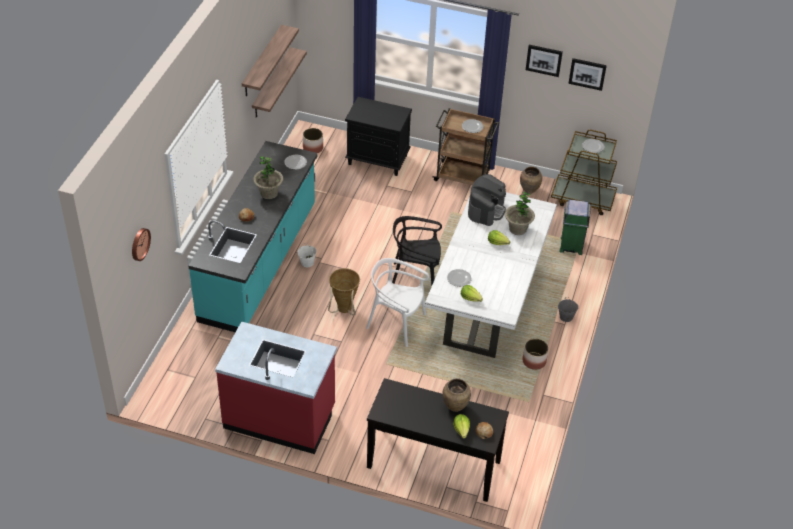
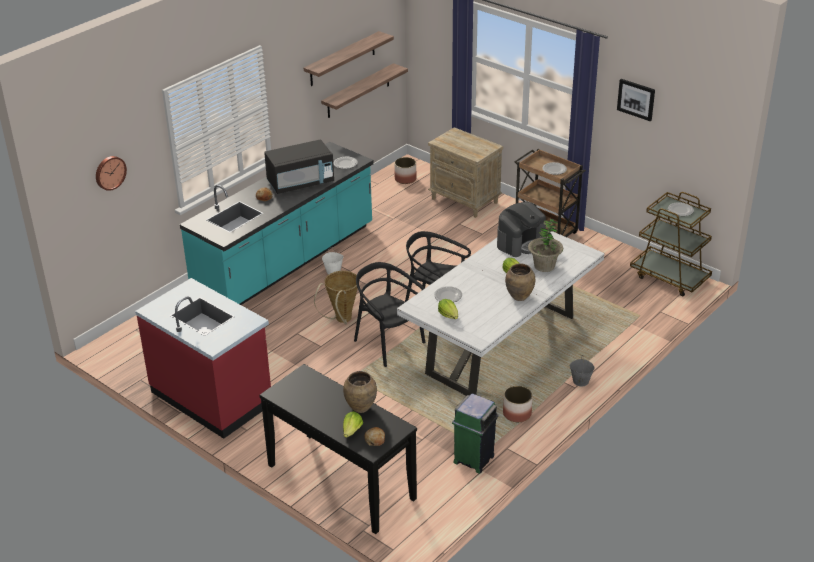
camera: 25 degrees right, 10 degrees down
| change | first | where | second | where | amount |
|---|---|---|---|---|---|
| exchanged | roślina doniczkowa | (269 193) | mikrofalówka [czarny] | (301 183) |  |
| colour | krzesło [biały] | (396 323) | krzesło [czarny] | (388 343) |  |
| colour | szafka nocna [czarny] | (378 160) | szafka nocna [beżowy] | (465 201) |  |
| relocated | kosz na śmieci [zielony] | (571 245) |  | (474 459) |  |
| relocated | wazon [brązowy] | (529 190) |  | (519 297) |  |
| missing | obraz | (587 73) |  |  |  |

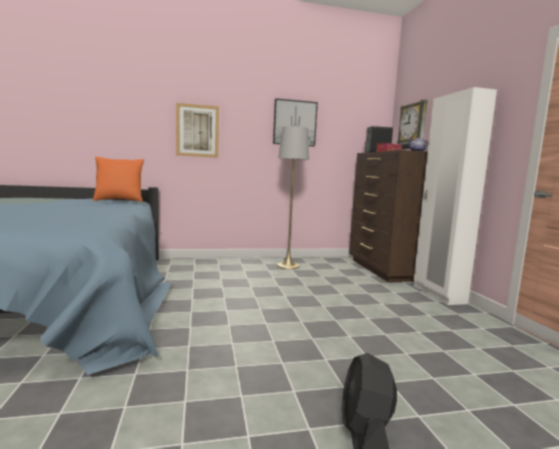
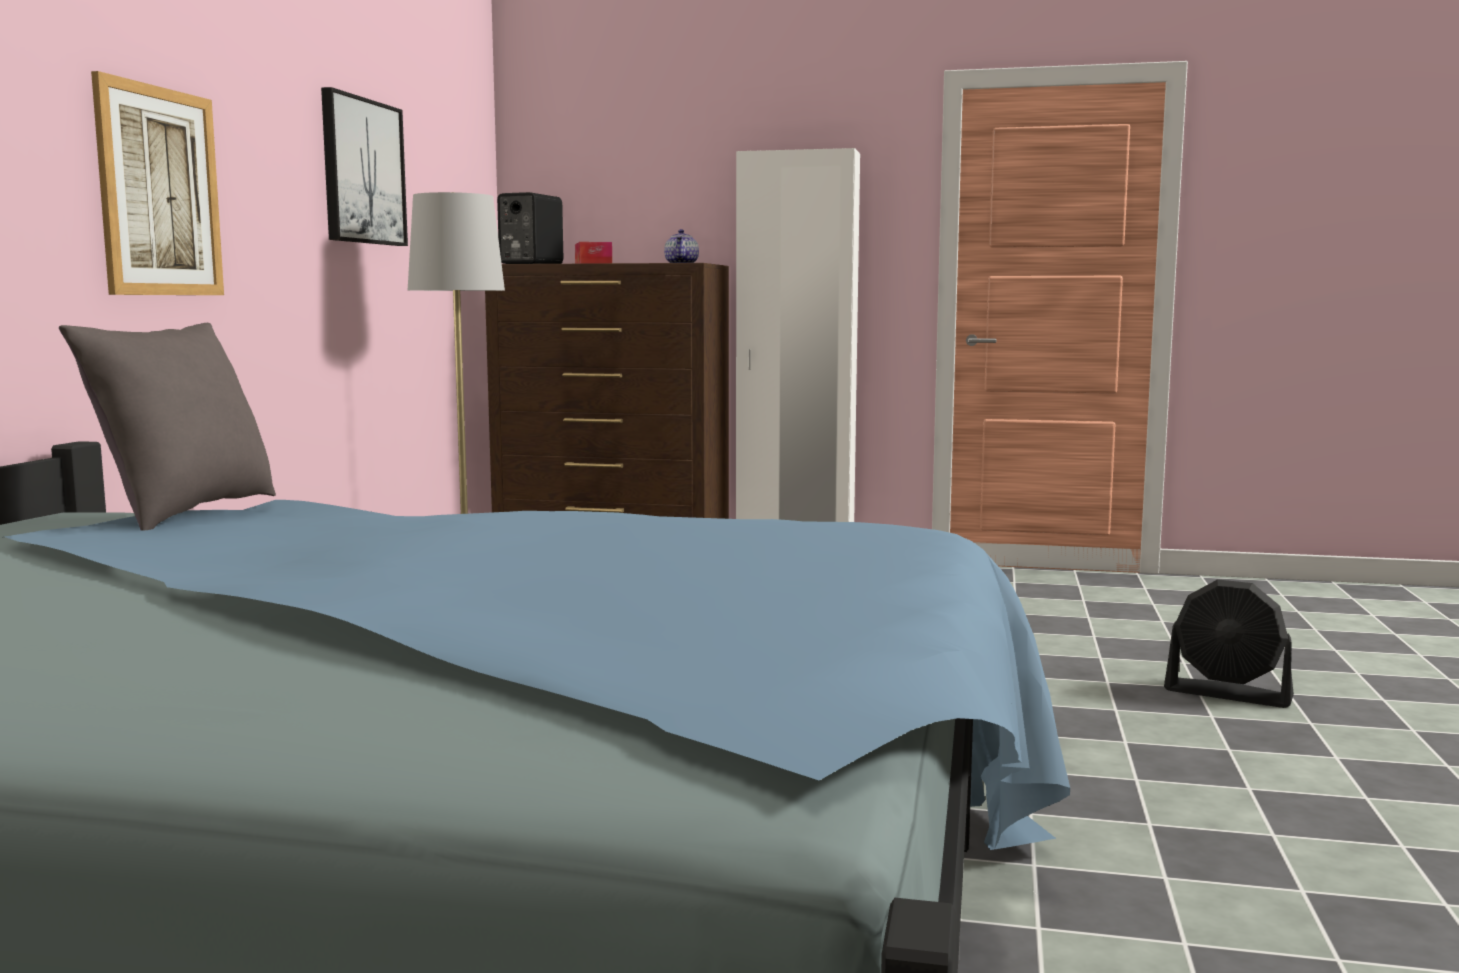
camera: 65 degrees left, 0 degrees up
| change | first | where | second | where | amount |
|---|---|---|---|---|---|
| colour | poduszka [pomarańczowy] | (119 201) | poduszka [szary] | (184 514) |  |
| missing | zegar ścienny | (413 126) |  |  |  |

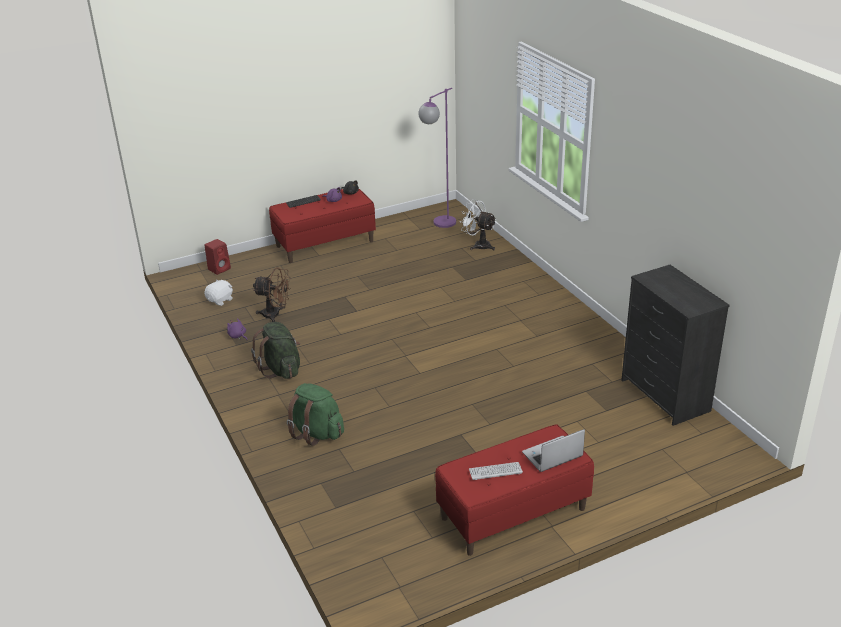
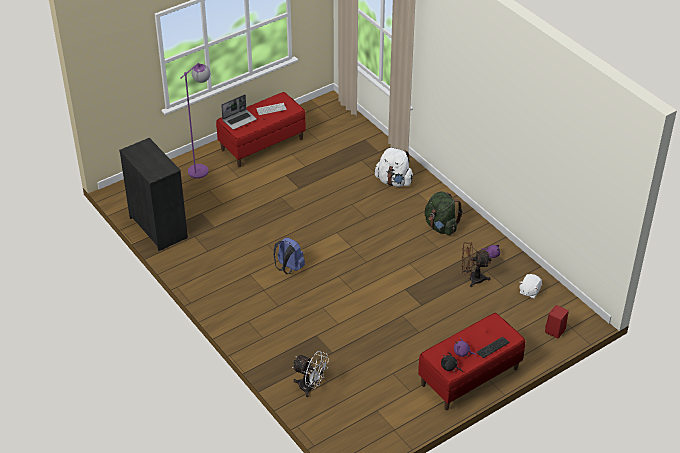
camera: 170 degrees right, 10 degrees up
| change | first | where | second | where | amount |
|---|---|---|---|---|---|
| relocated | lampa stojąca [fioletowy] | (439 225) |  | (202 167) |  |
| appeared |  |  | plecak [niebieski] | (288 268) |  |
| colour | plecak [zielony] | (317 433) | plecak [biały] | (394 181) |  |

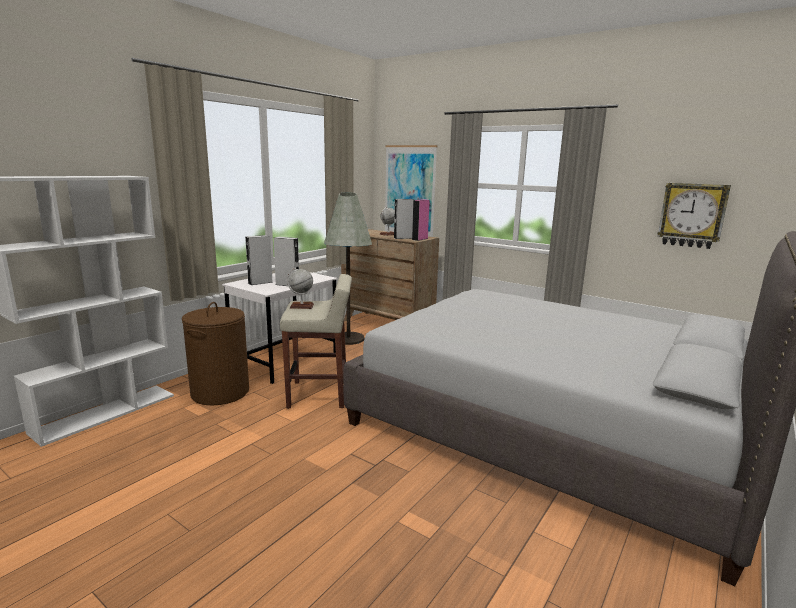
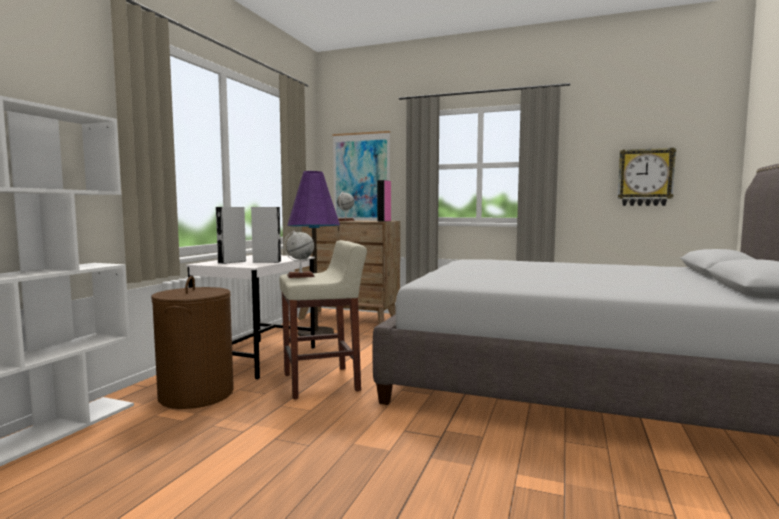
camera: 15 degrees left, 10 degrees down
| change | first | where | second | where | amount |
|---|---|---|---|---|---|
| colour | lampa stojąca [szary] | (348 339) | lampa stojąca [fioletowy] | (315 333) |  |
| missing | głośnik [szary] | (403 238) |  |  |  |

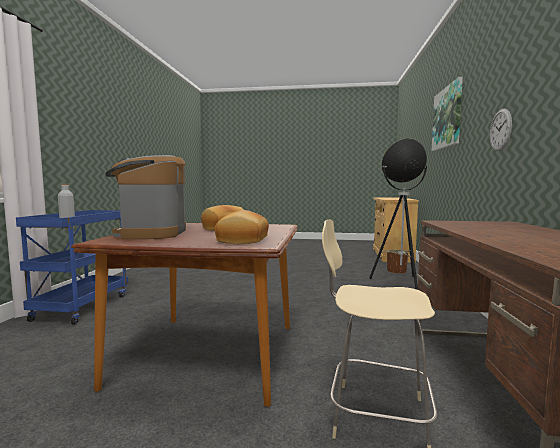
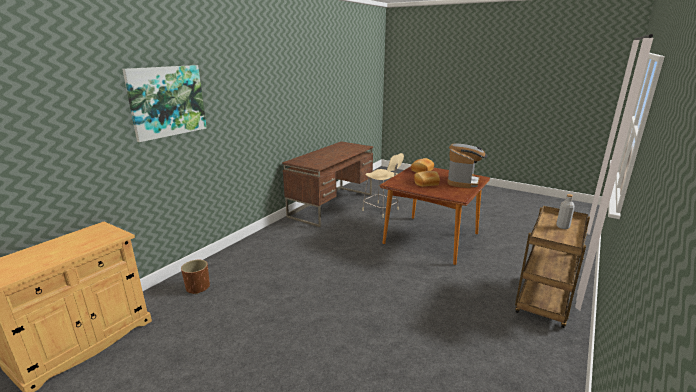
camera: 155 degrees left, 15 degrees up
| change | first | where | second | where | amount |
|---|---|---|---|---|---|
| colour | wózek [niebieski] | (82 306) | wózek [brązowy] | (544 303) |  |
| missing | lampa stojąca | (400 282) |  |  |  |
| missing | zegar ścienny | (500 130) |  |  |  |

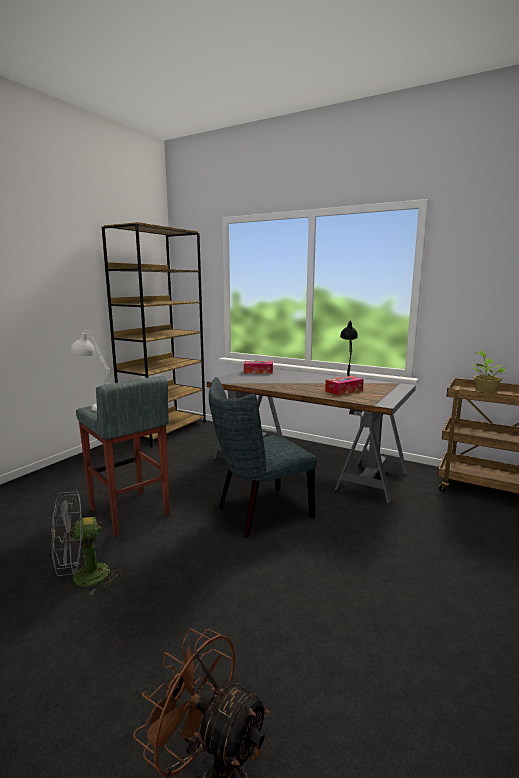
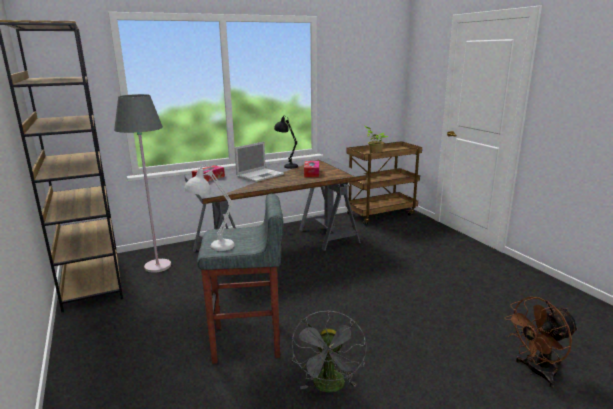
camera: 55 degrees left, 5 degrees up
| change | first | where | second | where | amount |
|---|---|---|---|---|---|
| appeared |  |  | lampa stojąca [szary] | (157 266) |  |
| appeared |  |  | laptop | (260 175) |  |
| missing | krzesło [szary] | (259 513) |  |  |  |

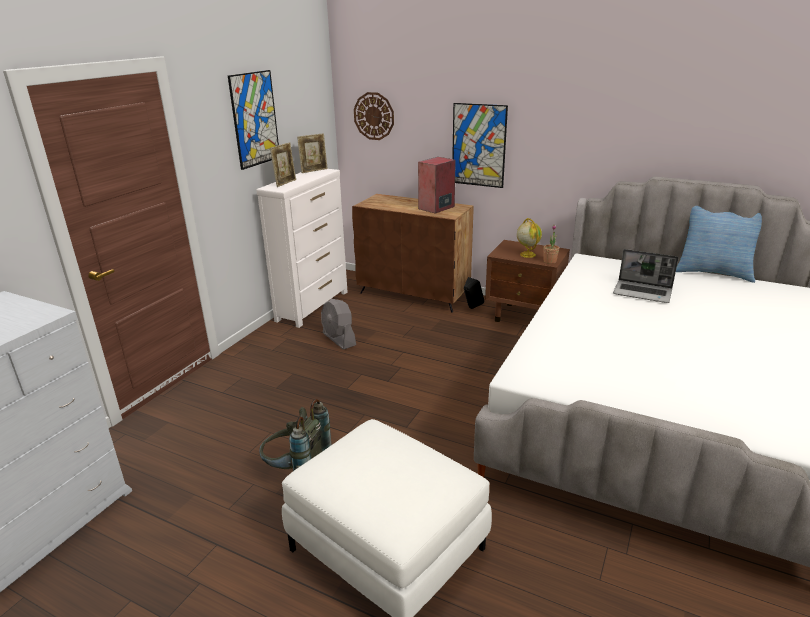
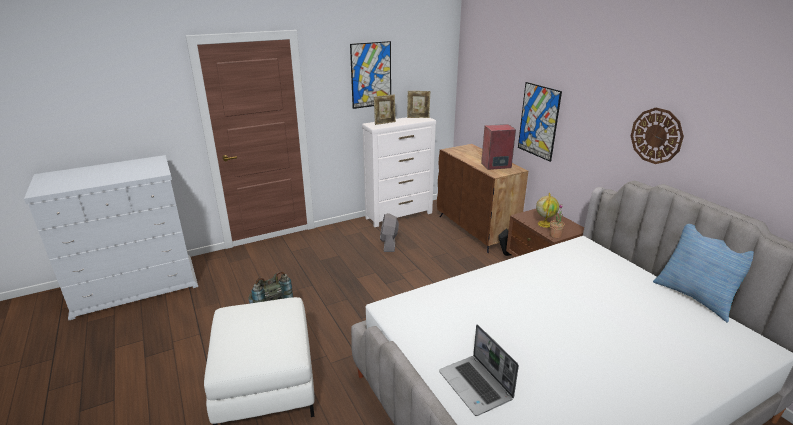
camera: 35 degrees right, 0 degrees up
| change | first | where | second | where | amount |
|---|---|---|---|---|---|
| relocated | laptop | (643 293) |  | (476 386) |  |
| relocated | zegar ścienny | (374 116) |  | (656 136) |  |

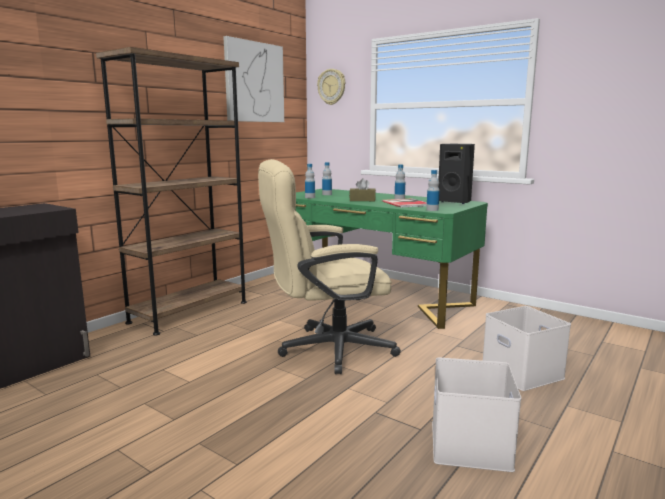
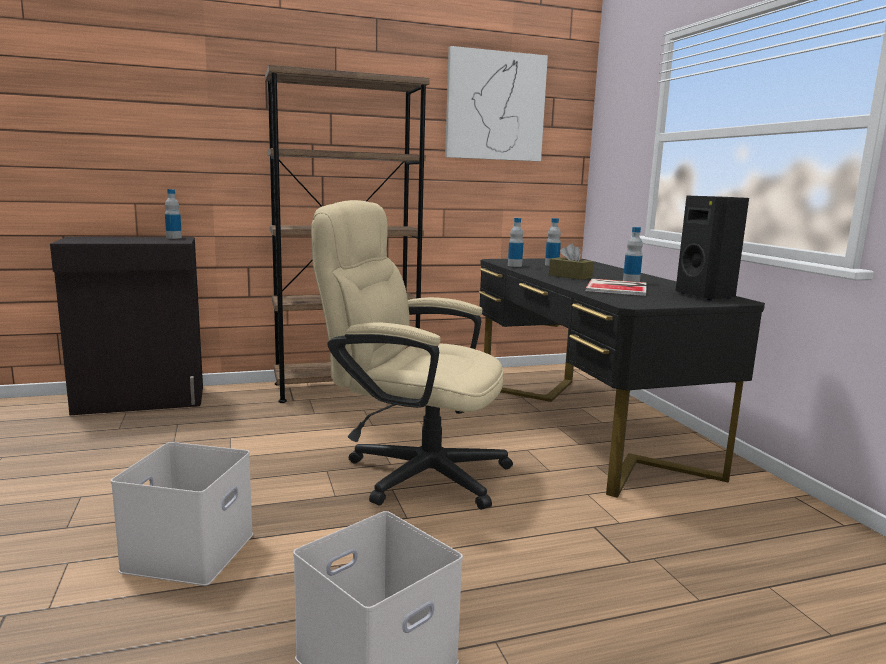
camera: 35 degrees right, 0 degrees up
| change | first | where | second | where | amount |
|---|---|---|---|---|---|
| relocated | pojemnik do przechowywania [biały] | (524 372) |  | (190 553) |  |
| relocated | butelka | (432 210) |  | (174 237) |  |
| colour | biurko [zielony] | (373 297) | biurko [czarny] | (584 426) |  |
| missing | zegar ścienny | (331 87) |  |  |  |

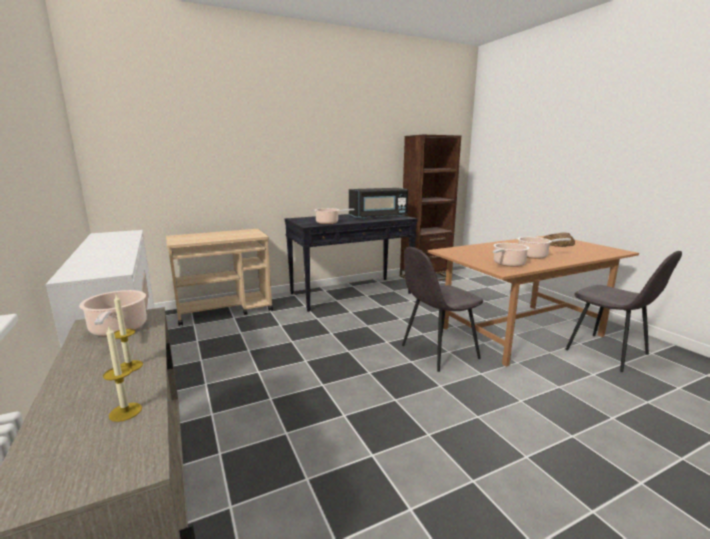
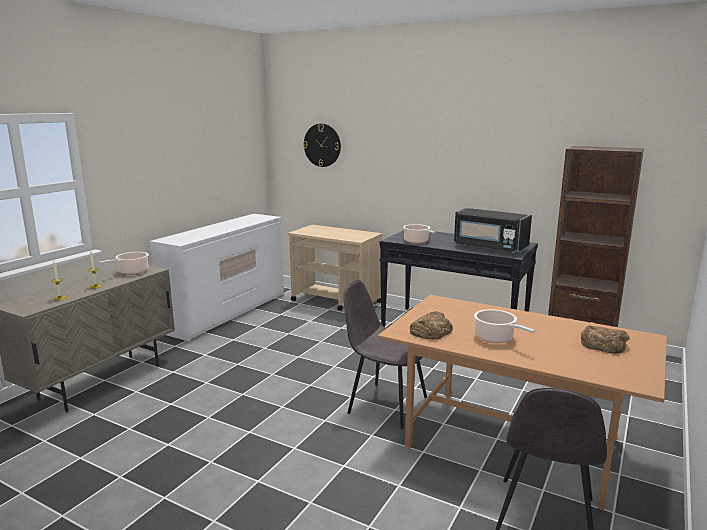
camera: 55 degrees right, 0 degrees up
| change | first | where | second | where | amount |
|---|---|---|---|---|---|
| appeared |  |  | zegar ścienny | (322 145) |  |
| exchanged | garnek | (508 264) | chleb | (431 331) |  |

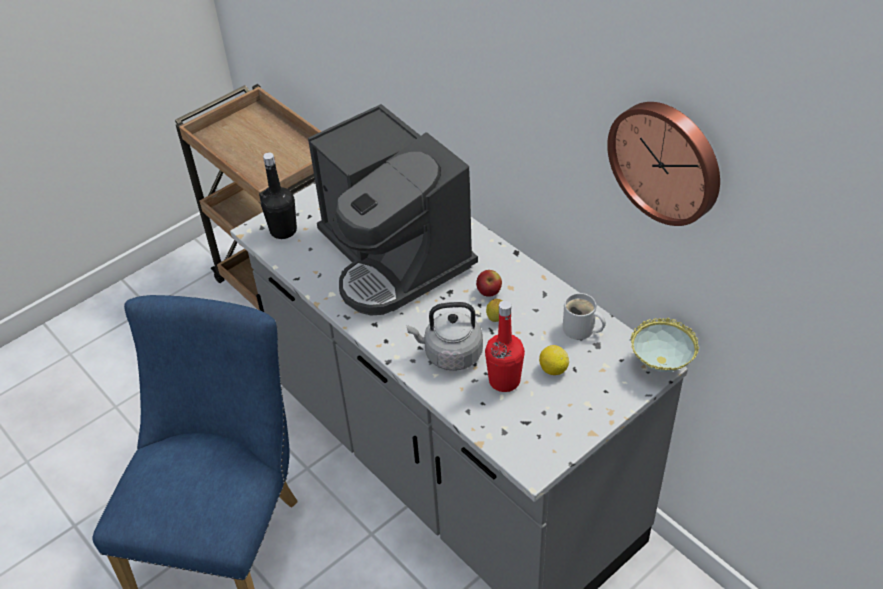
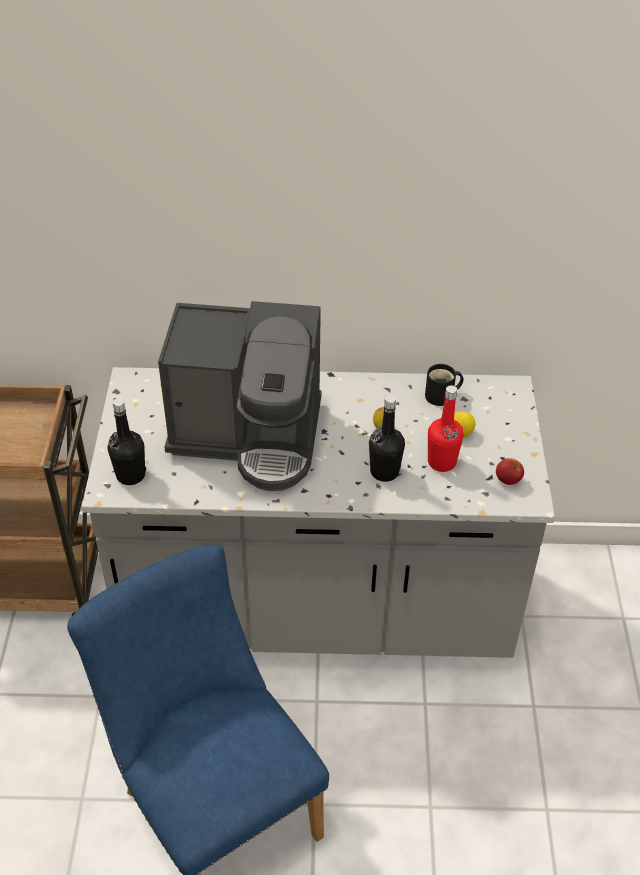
camera: 50 degrees left, 0 degrees up
| change | first | where | second | where | amount |
|---|---|---|---|---|---|
| exchanged | czajnik [szary] | (450 354) | butelka [czarny] | (384 471) |  |
| colour | kubek [biały] | (581 330) | kubek [czarny] | (442 396) |  |
| relocated | jabłko | (489 292) |  | (508 480) |  |
| missing | zegar ścienny | (667 161) |  |  |  |
| missing | miska | (660 365) |  |  |  |

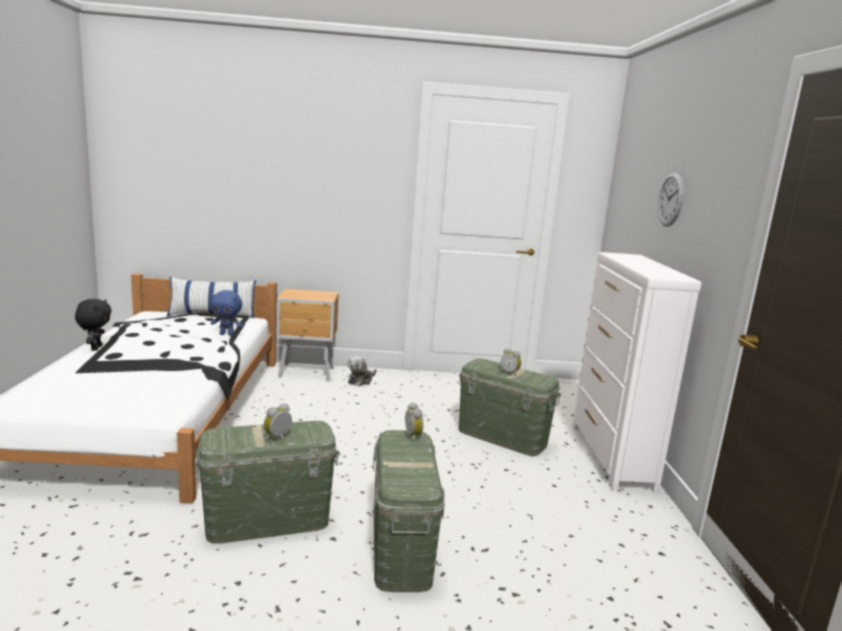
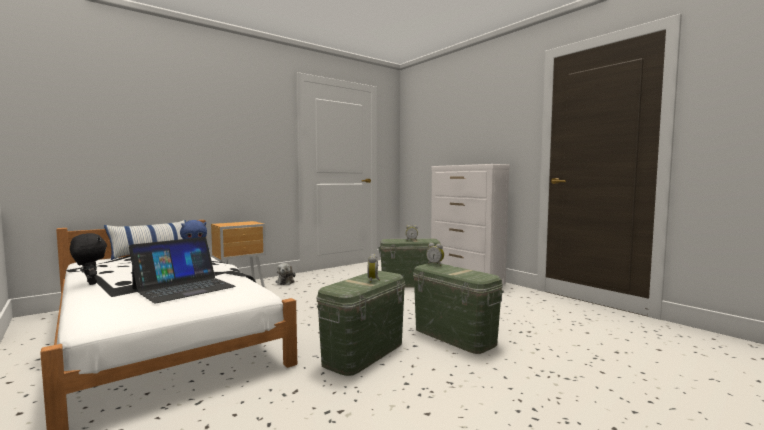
camera: 35 degrees left, 10 degrees down
| change | first | where | second | where | amount |
|---|---|---|---|---|---|
| appeared |  |  | laptop | (184 287) |  |
| missing | zegar ścienny | (670 199) |  |  |  |

